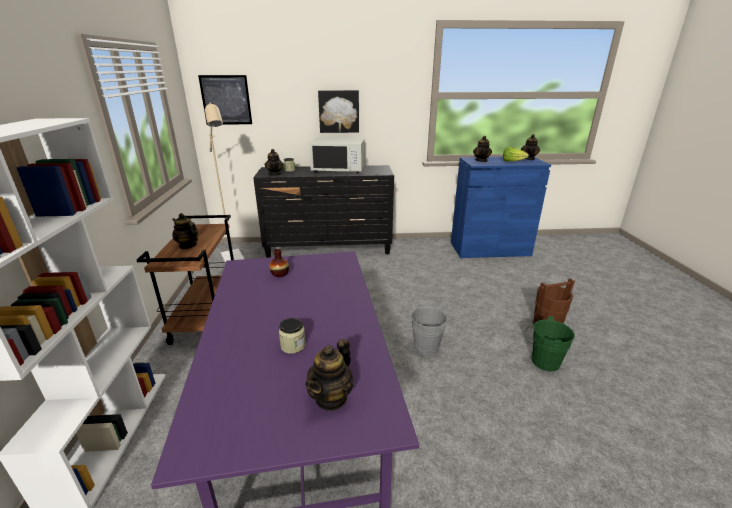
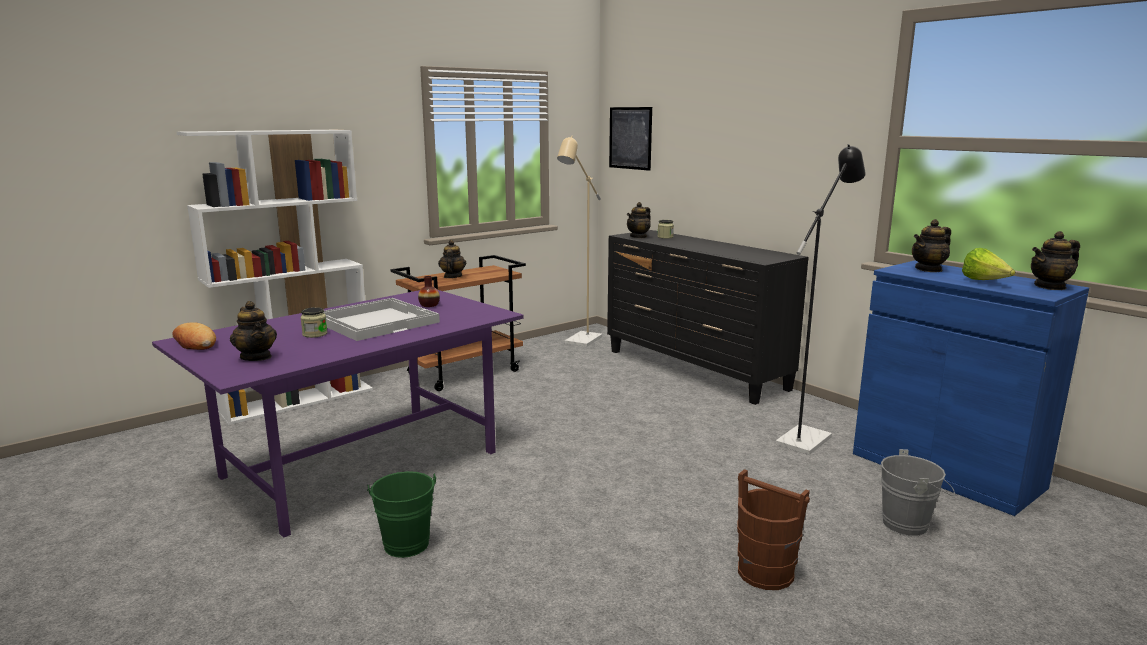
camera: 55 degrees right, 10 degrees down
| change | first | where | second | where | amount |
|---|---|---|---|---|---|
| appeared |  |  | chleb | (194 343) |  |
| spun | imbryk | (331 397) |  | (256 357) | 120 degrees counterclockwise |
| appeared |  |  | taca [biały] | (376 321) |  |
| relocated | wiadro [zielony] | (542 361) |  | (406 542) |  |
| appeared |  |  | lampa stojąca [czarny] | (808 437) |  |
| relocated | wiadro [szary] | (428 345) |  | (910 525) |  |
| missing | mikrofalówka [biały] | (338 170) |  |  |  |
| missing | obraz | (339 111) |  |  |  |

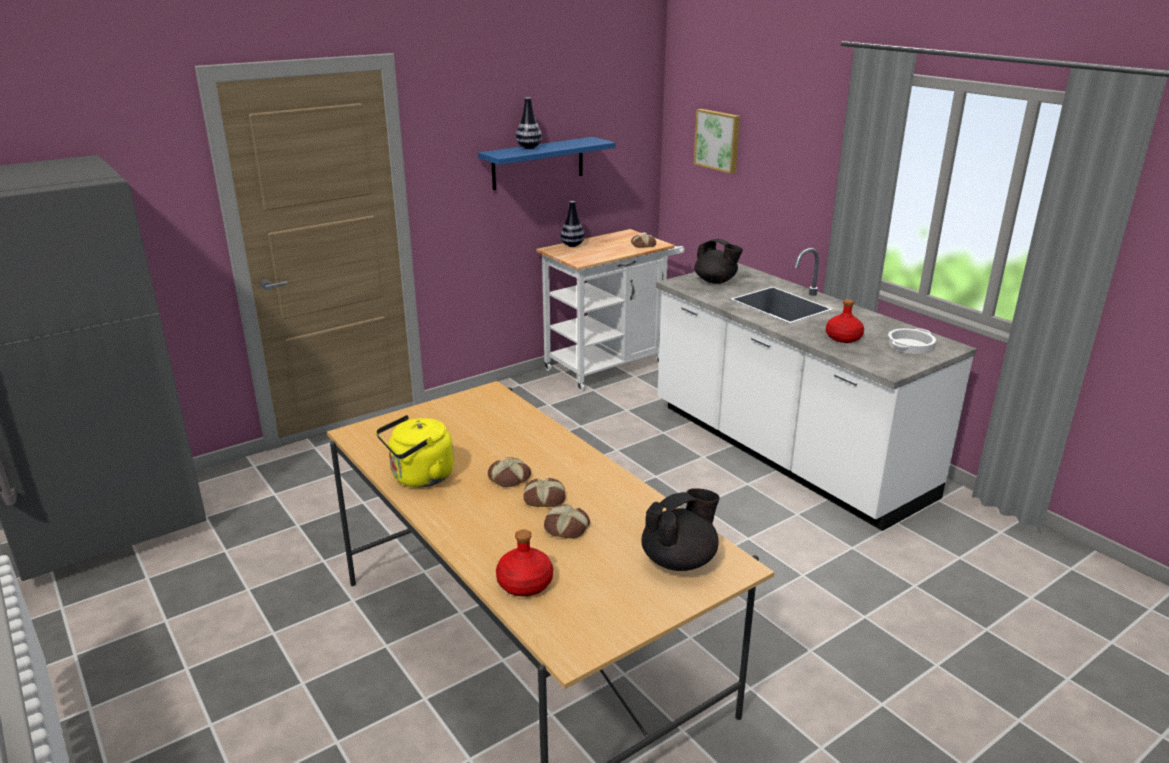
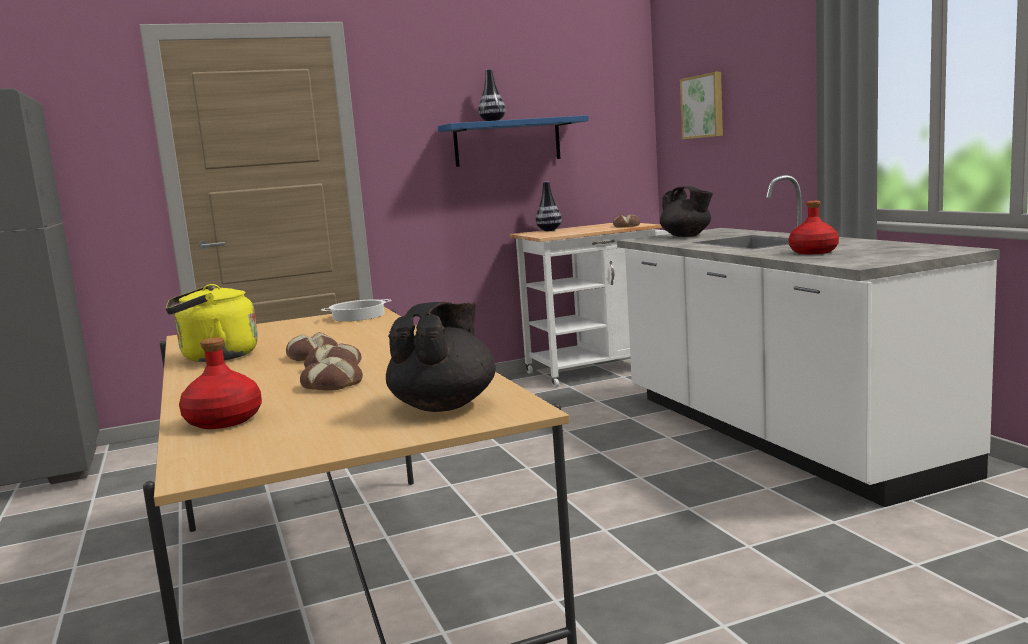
camera: 15 degrees right, 15 degrees down
| change | first | where | second | where | amount |
|---|---|---|---|---|---|
| relocated | garnek | (910 345) |  | (358 316) |  |
| spun | imbryk [czarny] | (679 560) |  | (445 405) | 45 degrees counterclockwise |

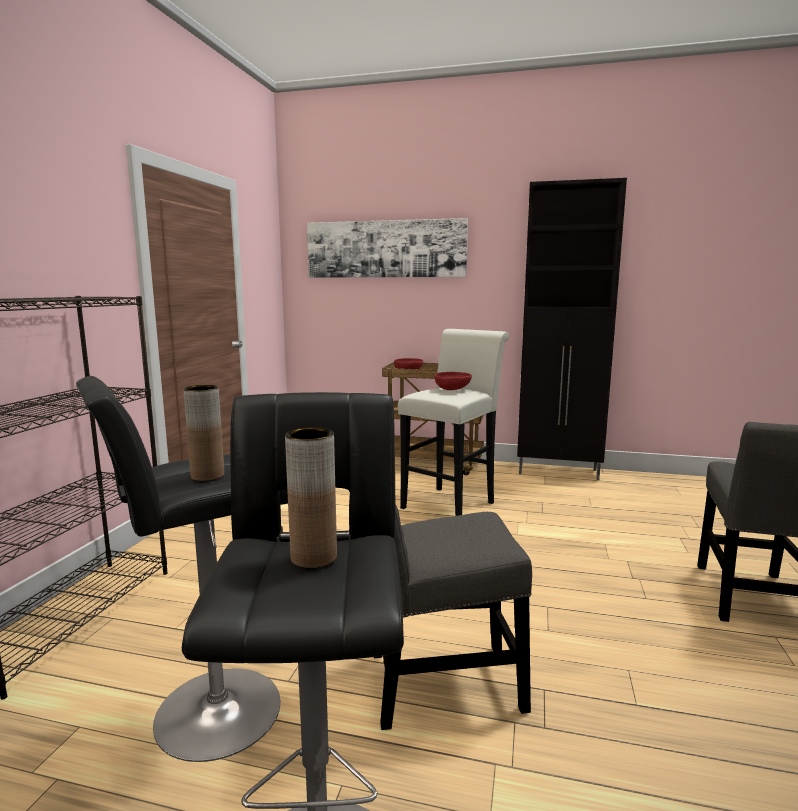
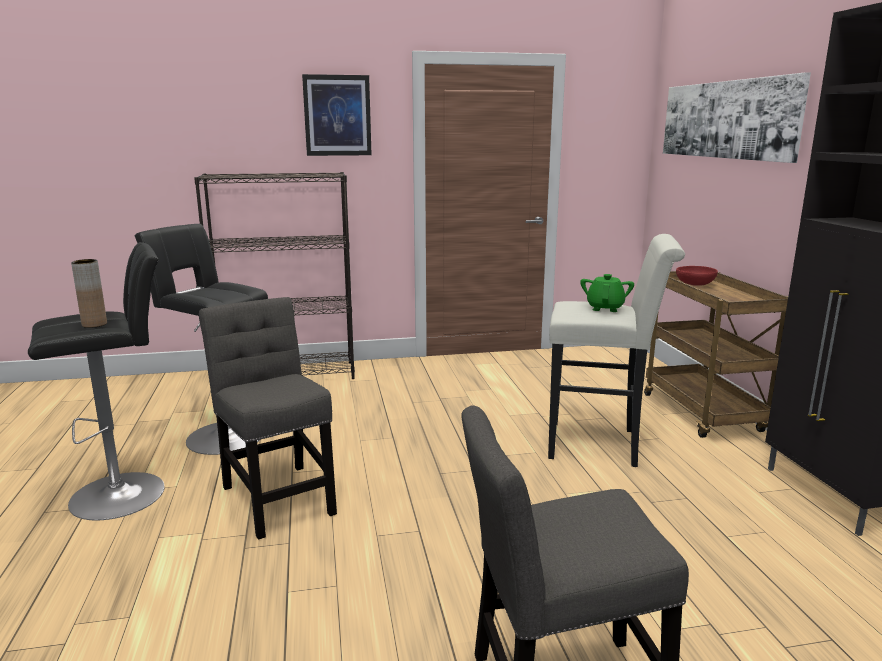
camera: 65 degrees right, 5 degrees up
| change | first | where | second | where | amount |
|---|---|---|---|---|---|
| appeared |  |  | obraz | (337 115) |  |
| exchanged | miska [czerwony] | (453 390) | imbryk [zielony] | (605 308) |  |
| missing | wazon [brązowy] | (207 476) |  |  |  |

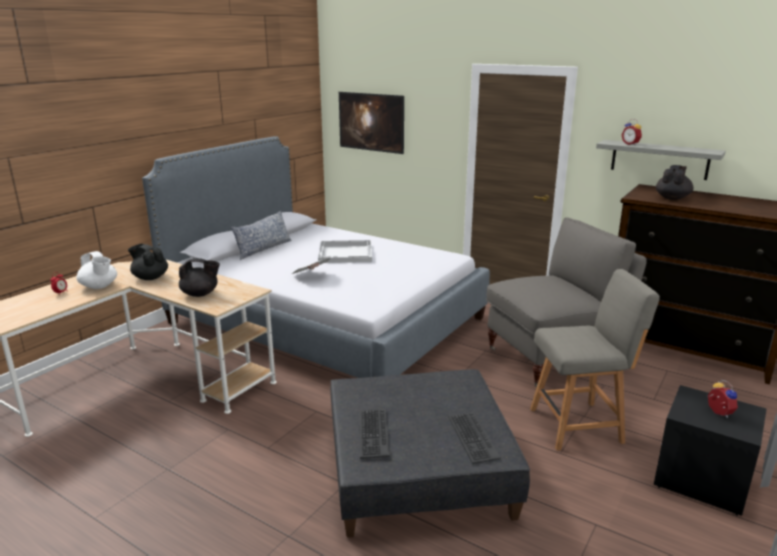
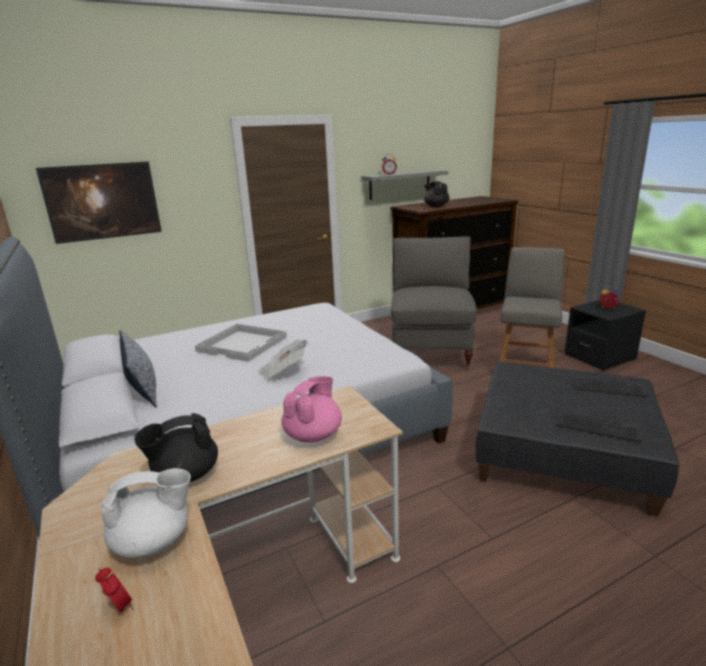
camera: 60 degrees left, 0 degrees up
| change | first | where | second | where | amount |
|---|---|---|---|---|---|
| colour | imbryk [czarny] | (200 294) | imbryk [różowy] | (313 435) |  |

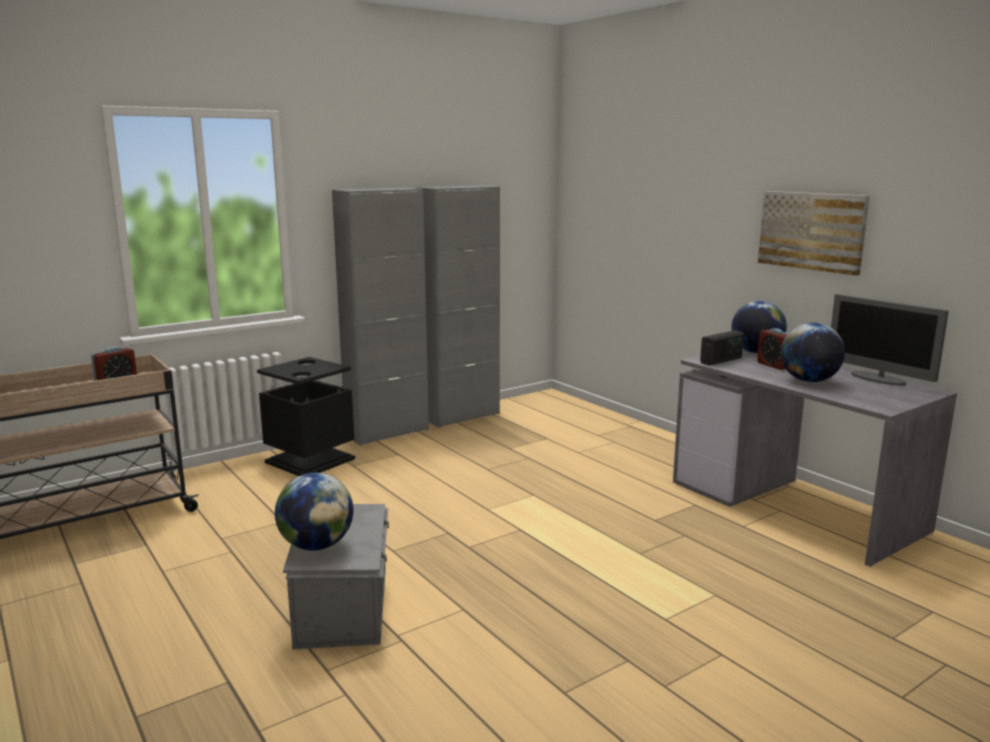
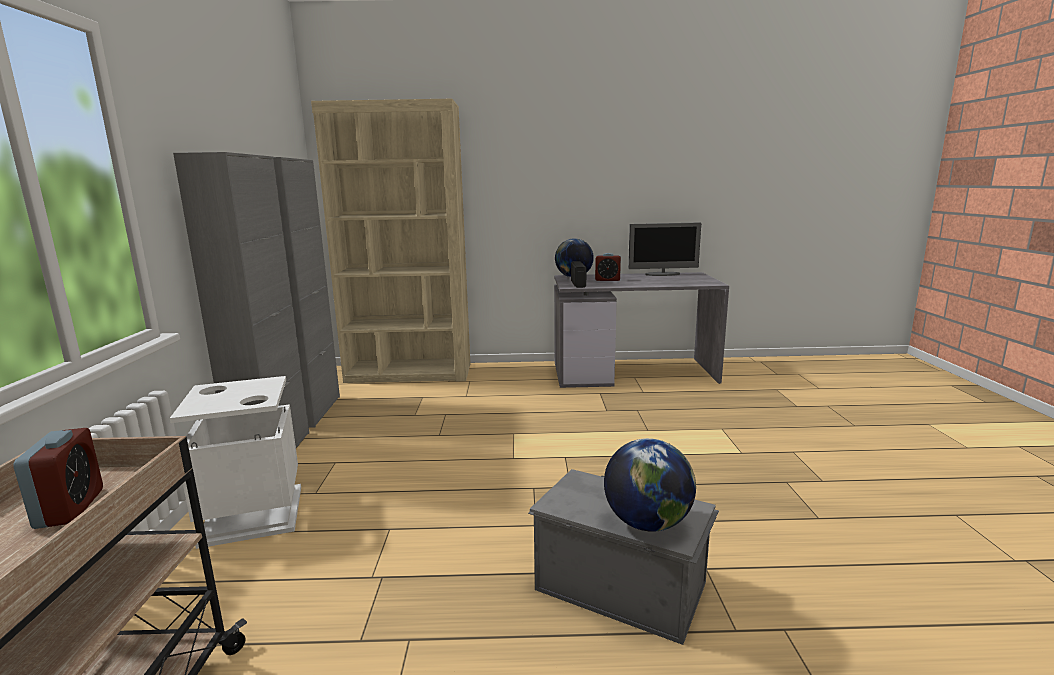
camera: 55 degrees left, 0 degrees up
| change | first | where | second | where | amount |
|---|---|---|---|---|---|
| colour | kosz na śmieci [czarny] | (310 460) | kosz na śmieci [biały] | (252 515) |  |
| appeared |  |  | regał [beżowy] | (409 373) |  |
| missing | obraz | (812 231) |  |  |  |
| missing | globus | (809 381) |  |  |  |

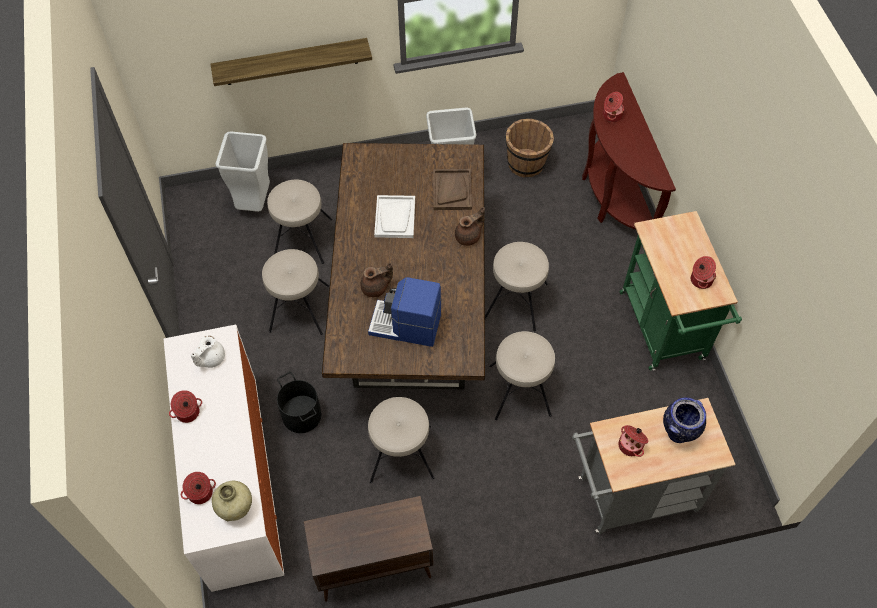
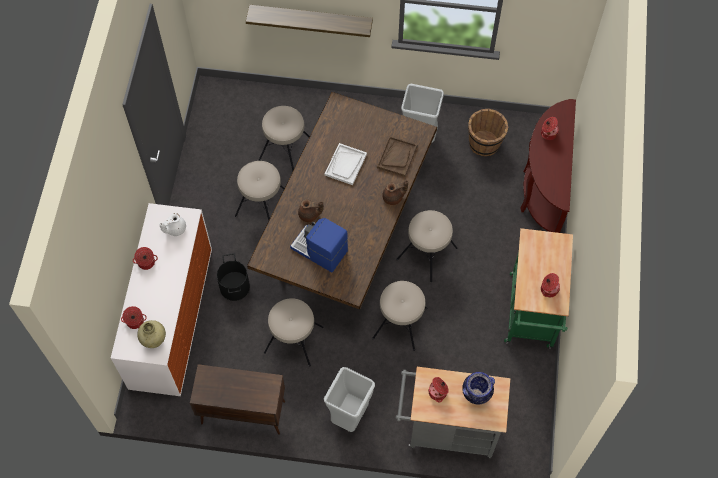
camera: 20 degrees right, 5 degrees up
| change | first | where | second | where | amount |
|---|---|---|---|---|---|
| relocated | kosz na śmieci [szary] | (254 202) |  | (350 415) |  |

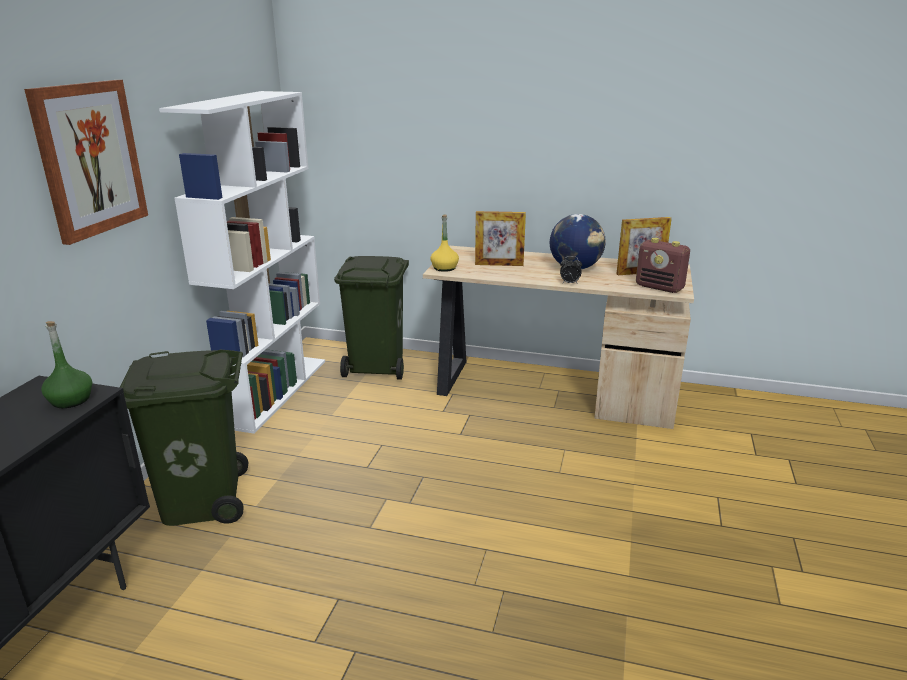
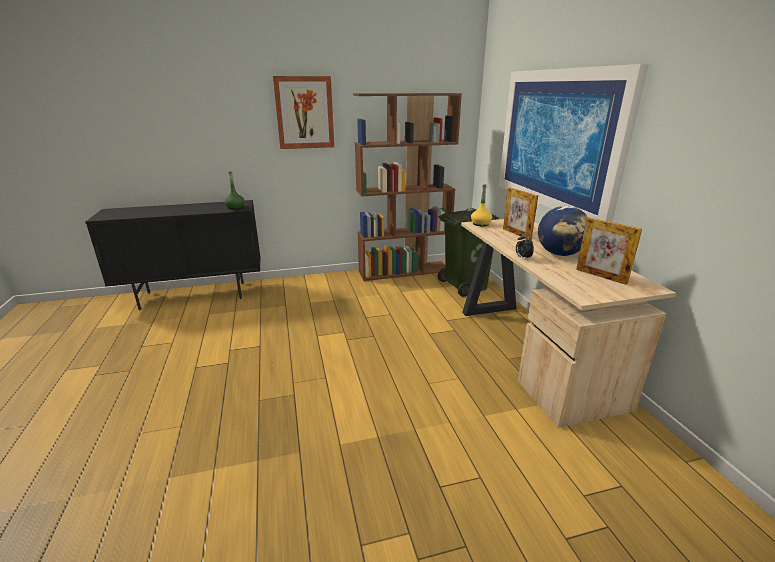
camera: 60 degrees right, 0 degrees up
| change | first | where | second | where | amount |
|---|---|---|---|---|---|
| colour | regał [biały] | (273 391) | regał [brązowy] | (404 271) |  |
| appeared |  |  | obraz | (557 140) |  |
| missing | kosz na śmieci [zielony] | (202 500) |  |  |  |
| missing | radio | (660 287) |  |  |  |

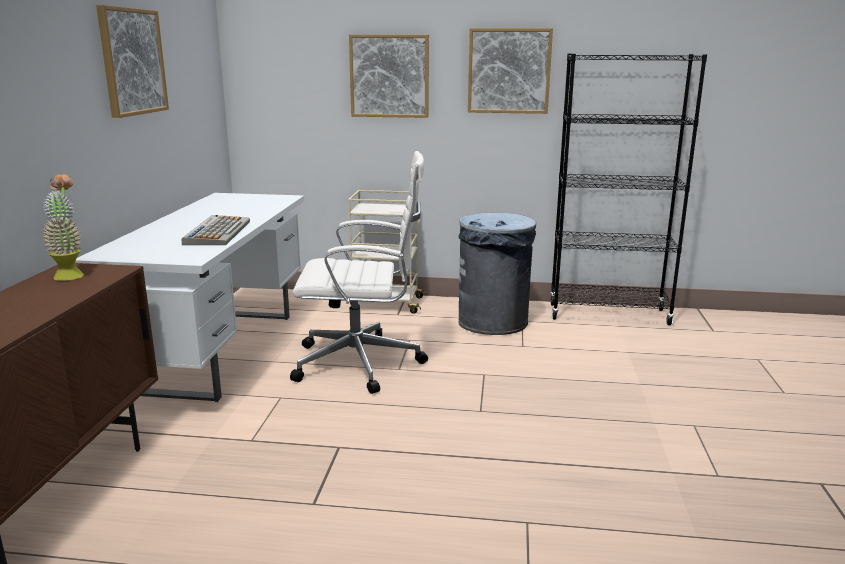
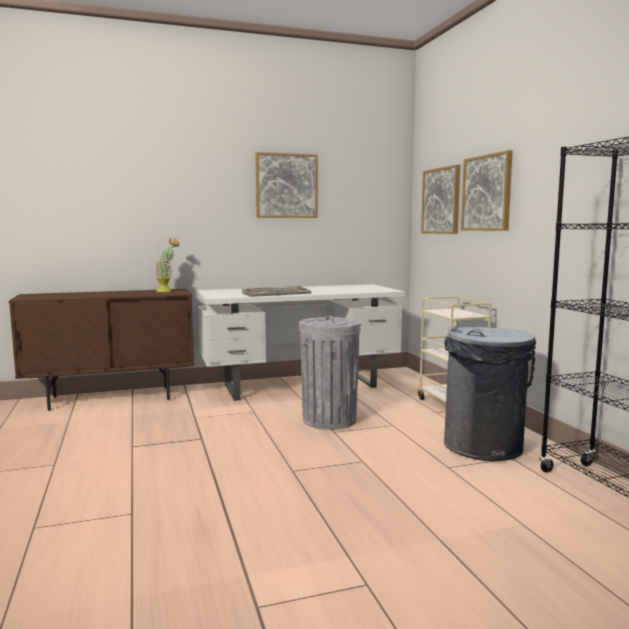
camera: 65 degrees right, 10 degrees down
| change | first | where | second | where | amount |
|---|---|---|---|---|---|
| exchanged | krzesło biurowe [biały] | (362 363) | kosz na śmieci [szary] | (329 420) |  |
| relocated | obraz | (509 71) |  | (441 201) |  |

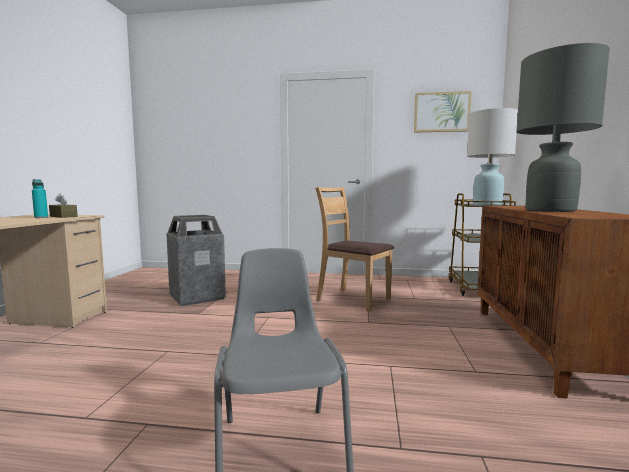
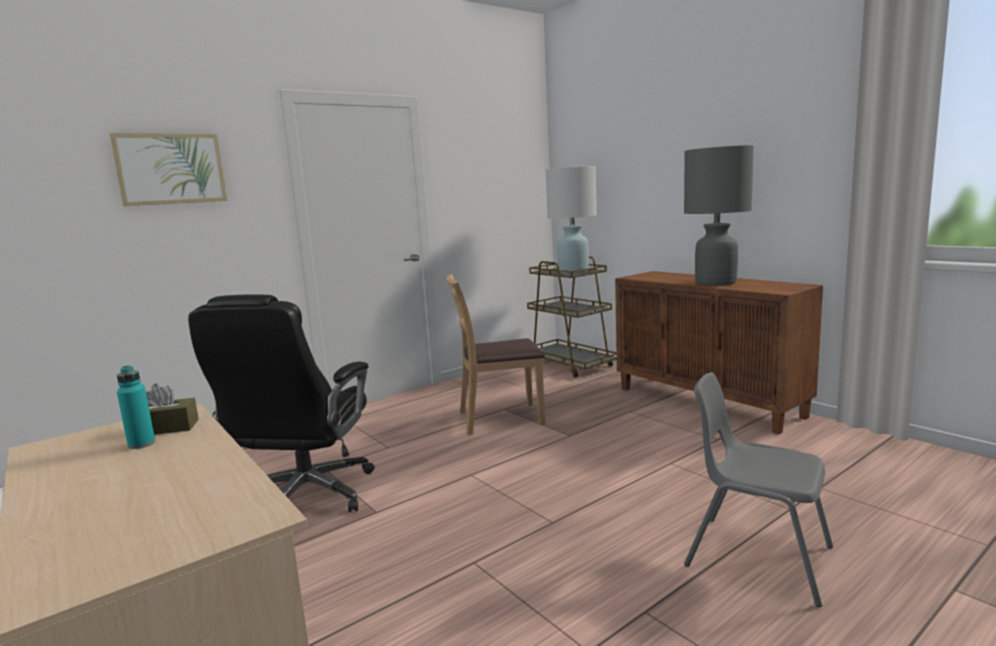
camera: 45 degrees left, 5 degrees up
| change | first | where | second | where | amount |
|---|---|---|---|---|---|
| relocated | obraz | (441 112) |  | (170 169) |  |
| exchanged | kosz na śmieci | (196 297) | krzesło biurowe [czarny] | (305 496) |  |

